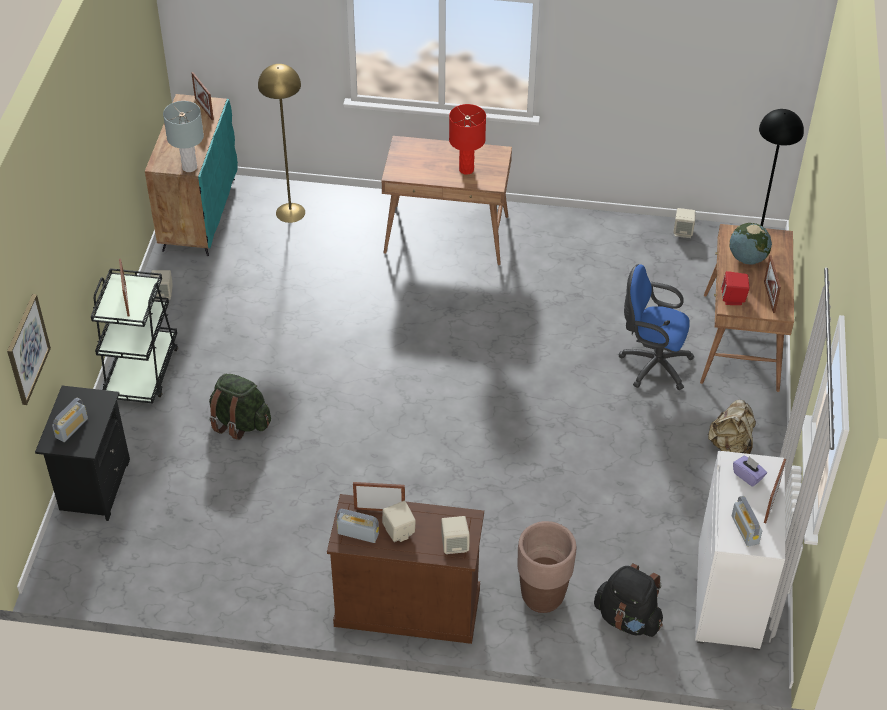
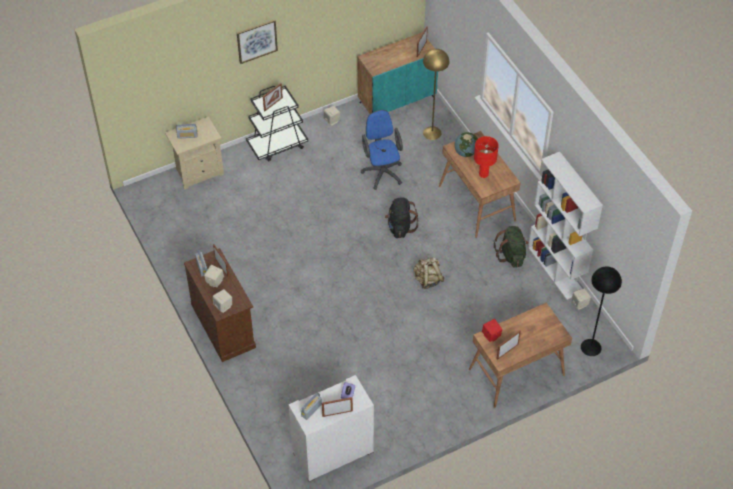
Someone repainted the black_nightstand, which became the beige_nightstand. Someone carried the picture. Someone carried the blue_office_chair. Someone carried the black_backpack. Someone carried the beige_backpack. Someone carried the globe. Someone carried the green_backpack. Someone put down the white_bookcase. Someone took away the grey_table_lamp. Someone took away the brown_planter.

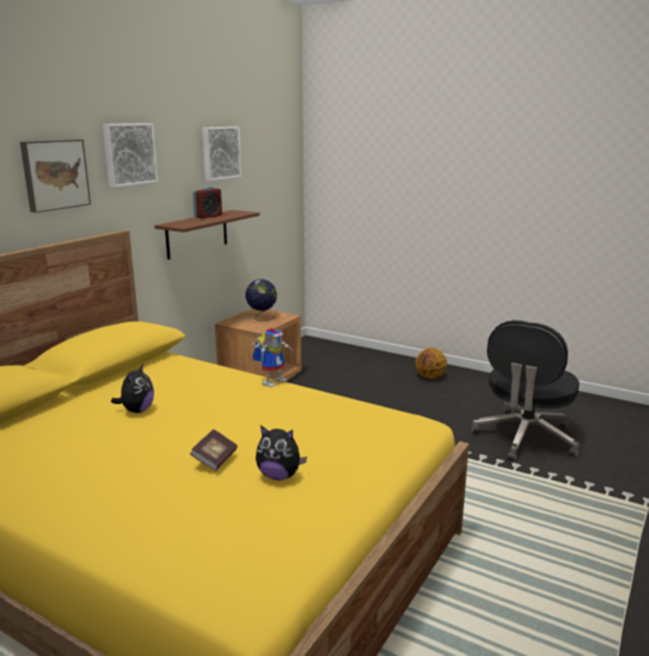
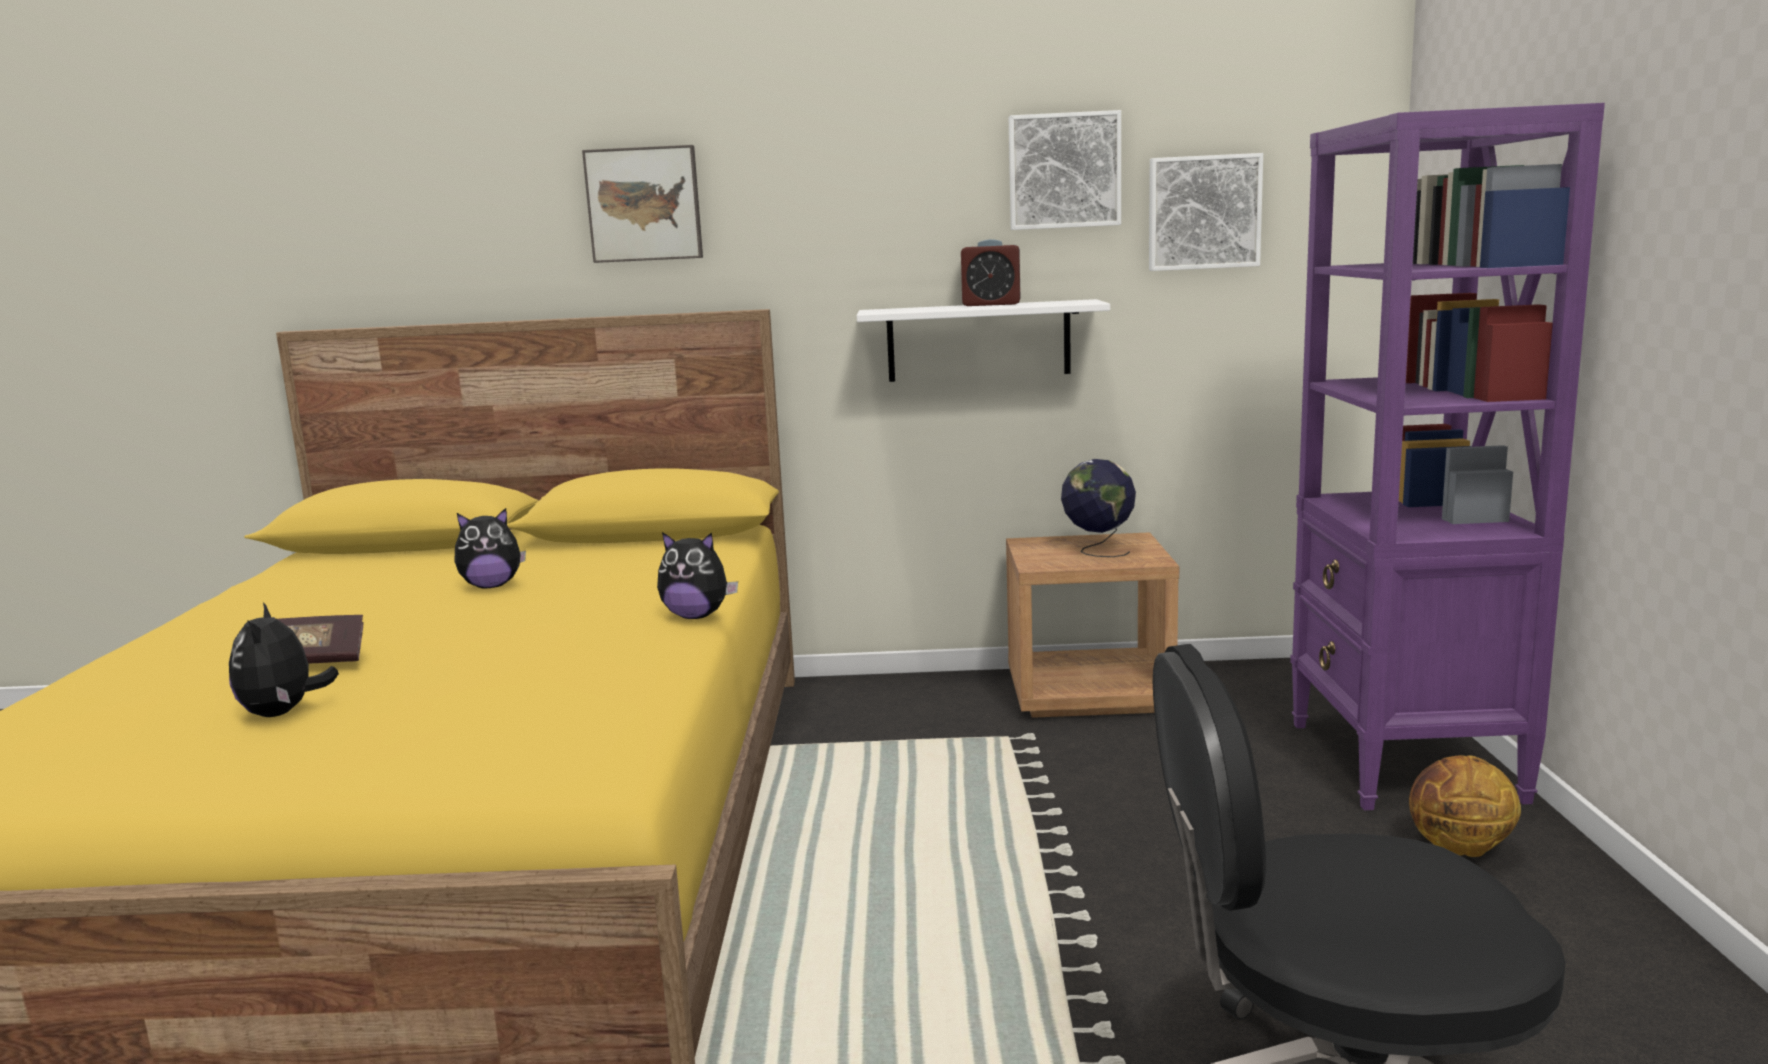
Someone swapped the toy_robot for the plush_toy (no. 3 from left). Someone repainted the brown_shelf, which became the white_shelf. Someone carried the picture (no. 2 from left in the first image). Someone put down the purple_bookcase.

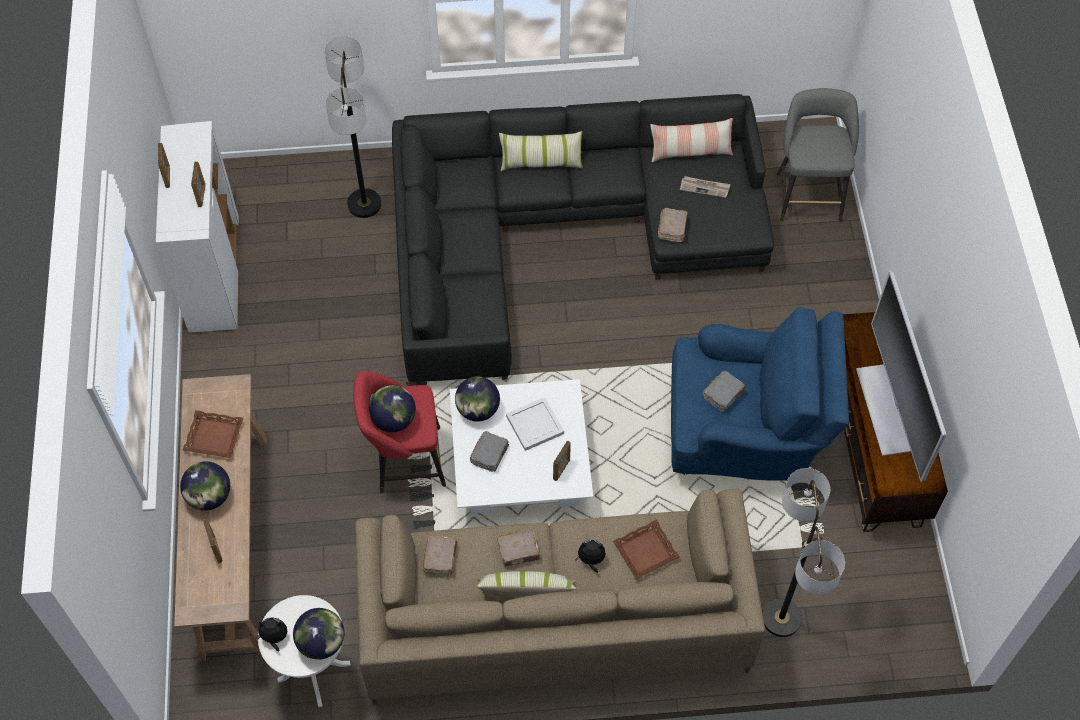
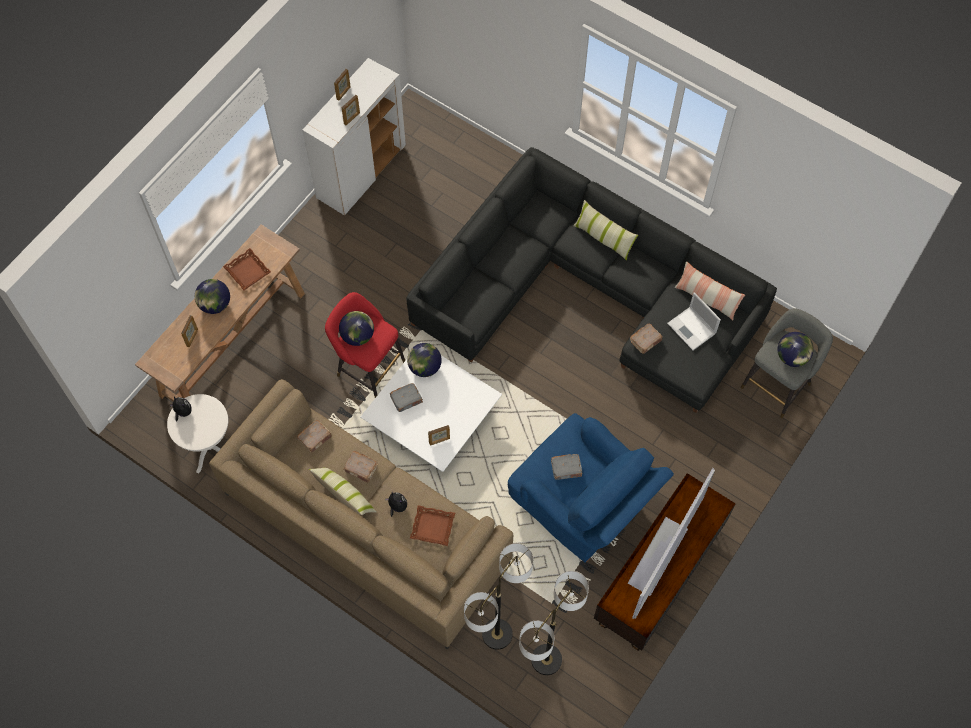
Someone carried the floor_lamp (no. 1 from left in the first image). Someone swapped the newspaper for the laptop. Someone carried the globe (no. 2 from left in the first image). Someone took away the white_tray.

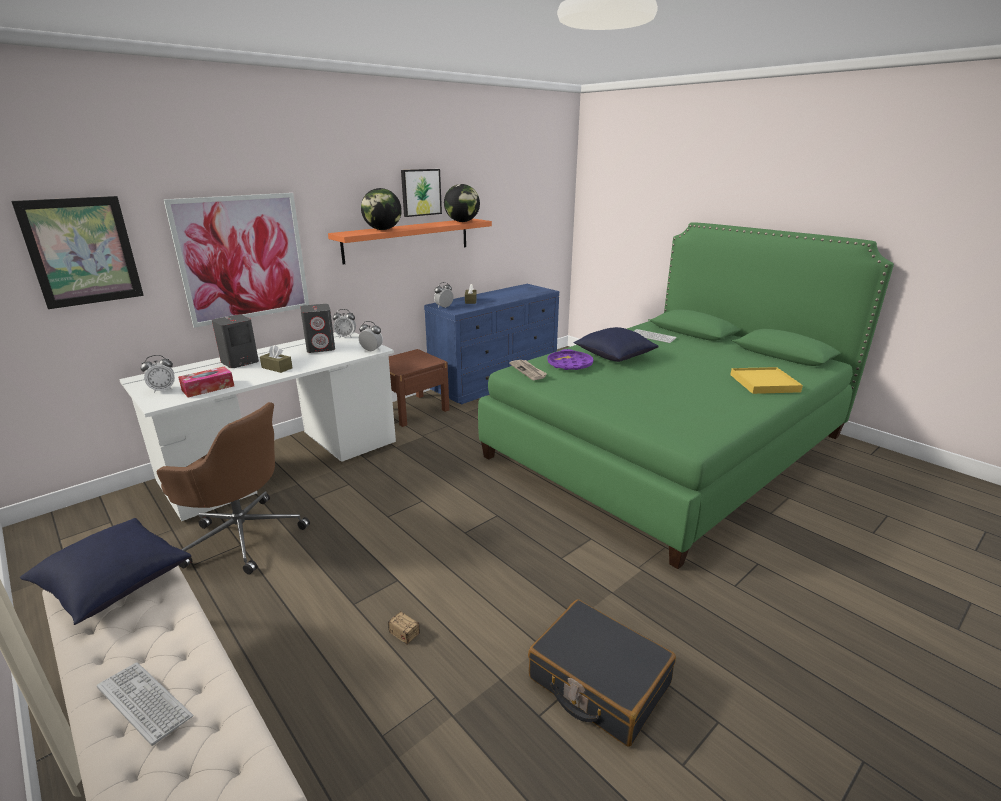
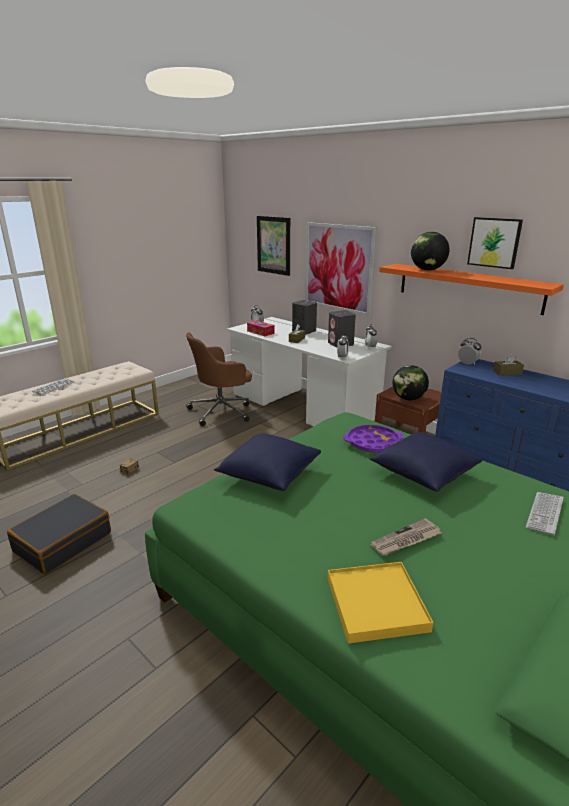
Someone rotated the brown_office_chair by 45 degrees clockwise. Someone carried the blue_pillow (no. 1 from left). Someone carried the newspaper. Someone carried the globe (no. 2 from left in the first image).

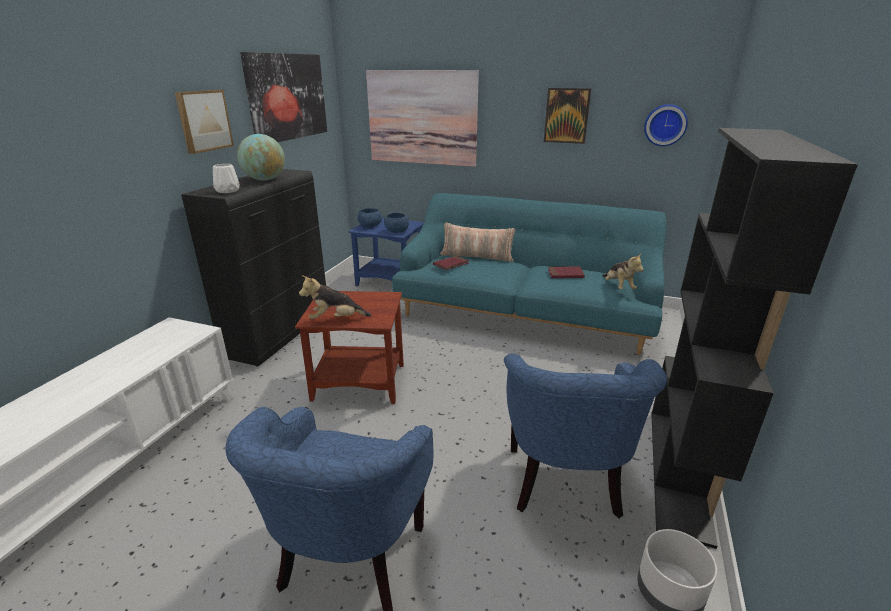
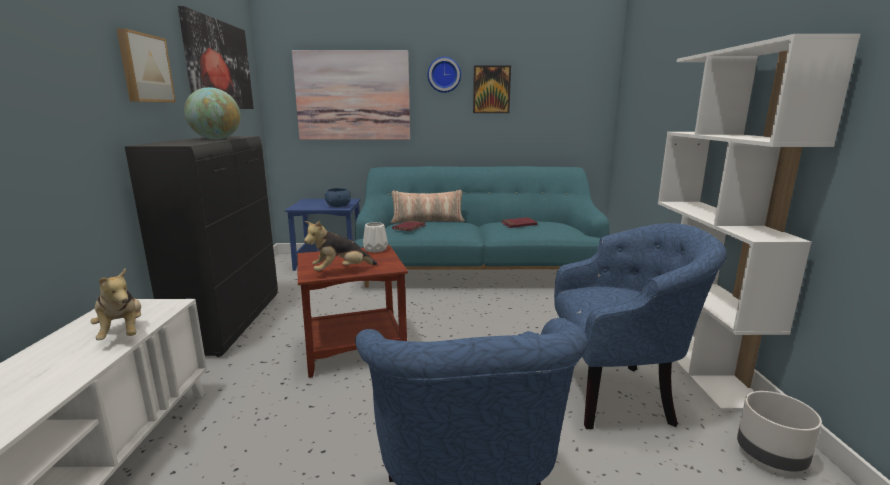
Someone carried the plush_toy (no. 2 from left in the first image). Someone carried the white_vase. Someone carried the wall_clock. Someone rotated the blue_armchair (no. 2 from left) by 75 degrees counterclockwise. Someone repainted the black_bookcase, which became the white_bookcase. Someone took away the blue_bowl (no. 1 from left).

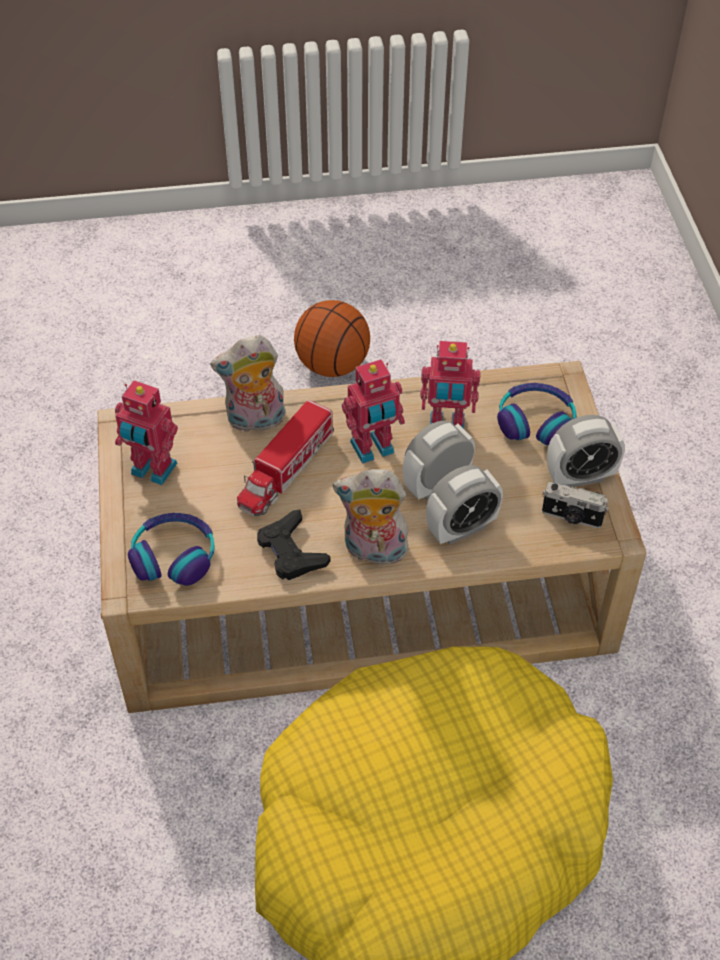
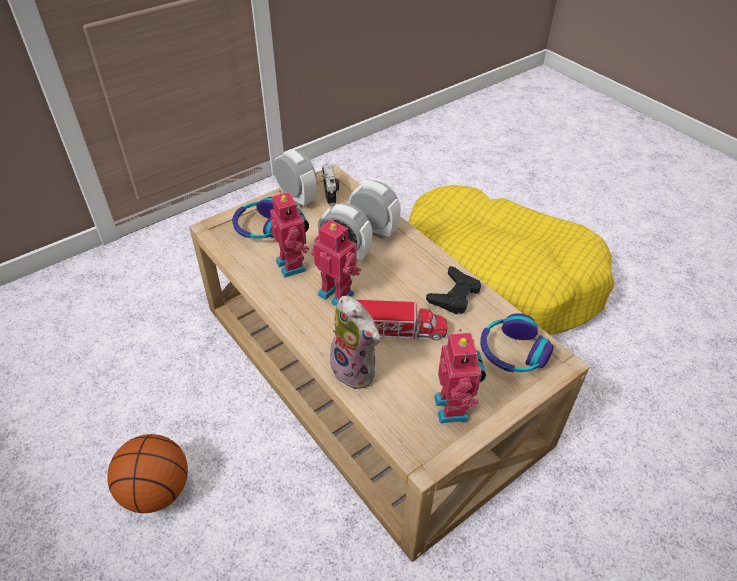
Someone took away the plush_toy (no. 2 from left).

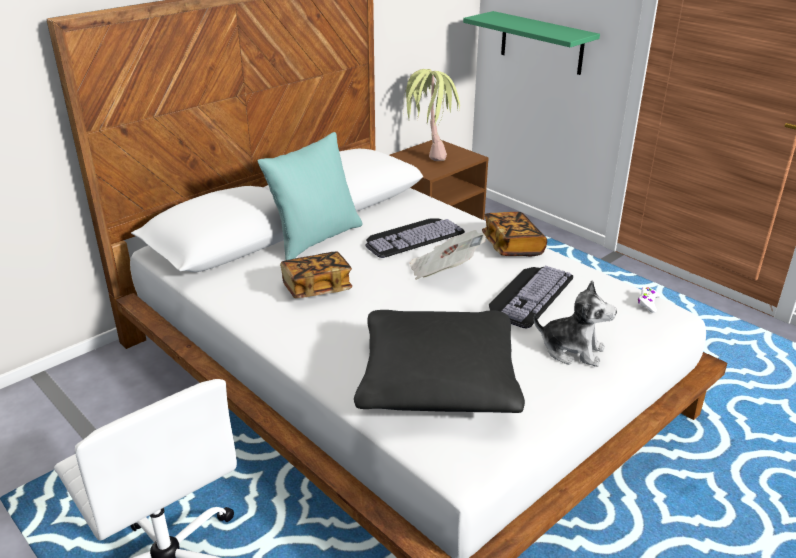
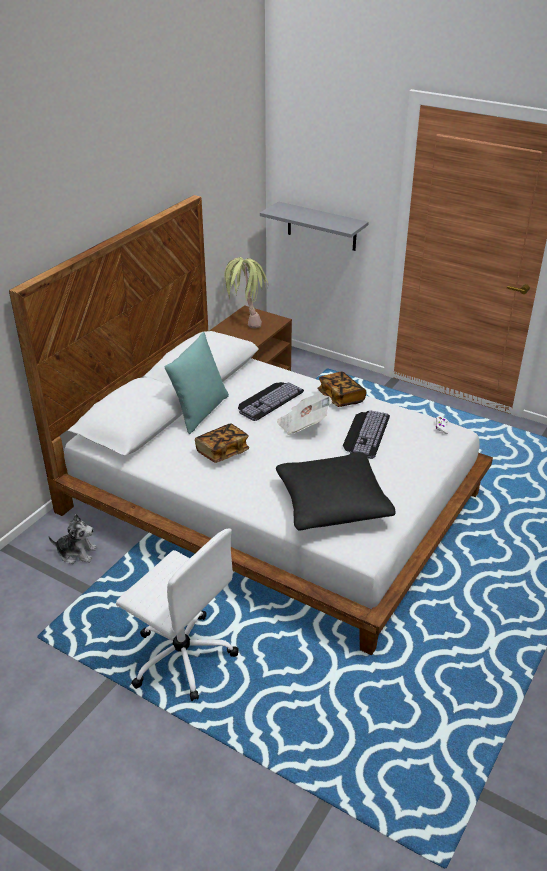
Someone carried the plush_toy. Someone repainted the green_shelf, which became the grey_shelf.

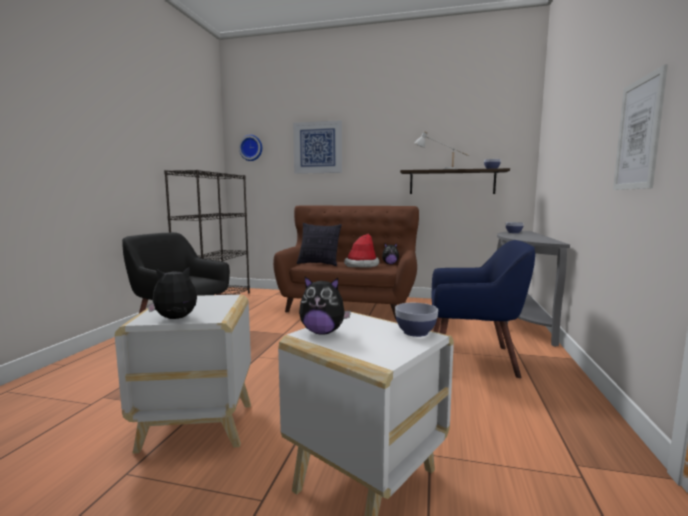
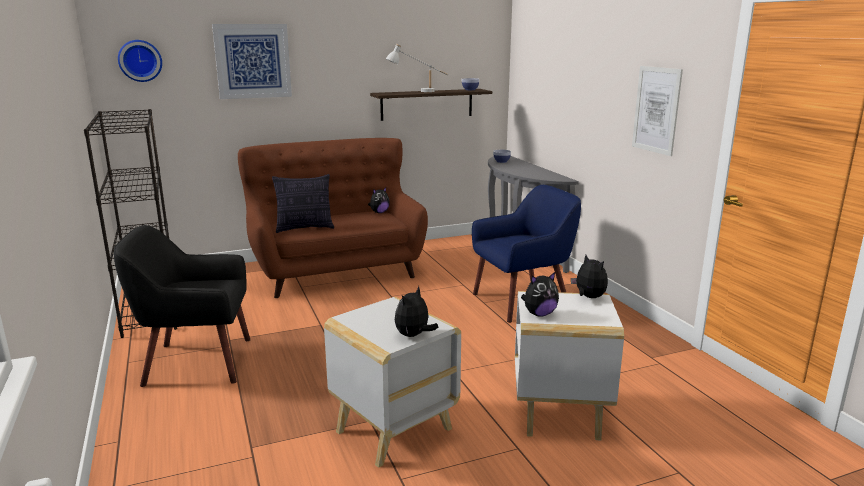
Someone swapped the bowl (no. 1 from left) for the plush_toy (no. 4 from left). Someone took away the hat.

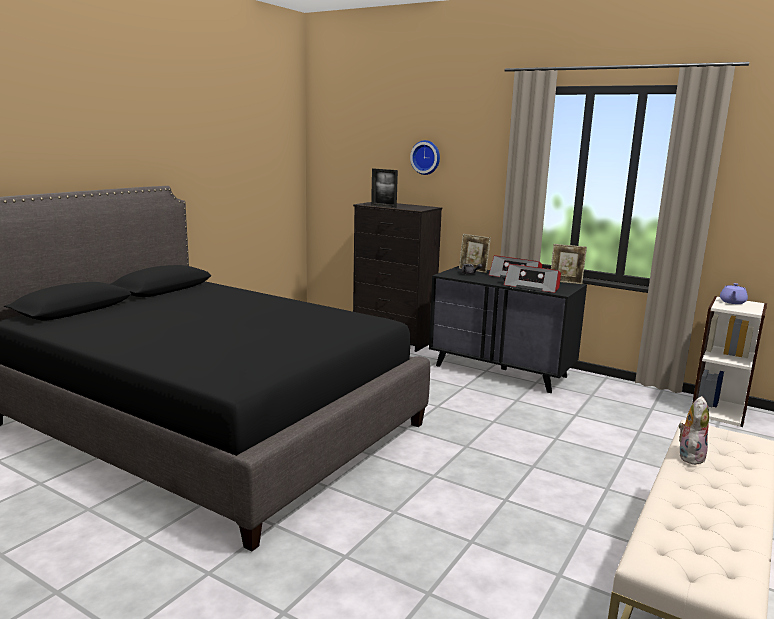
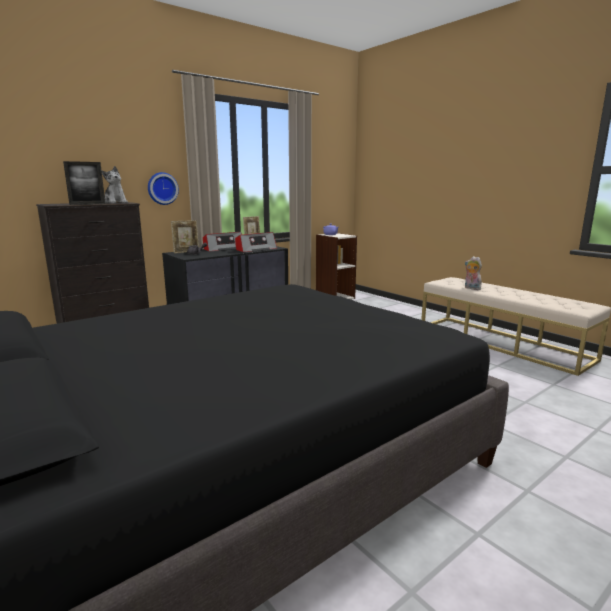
Someone put down the plush_toy (no. 1 from left). Someone carried the wall_clock.

